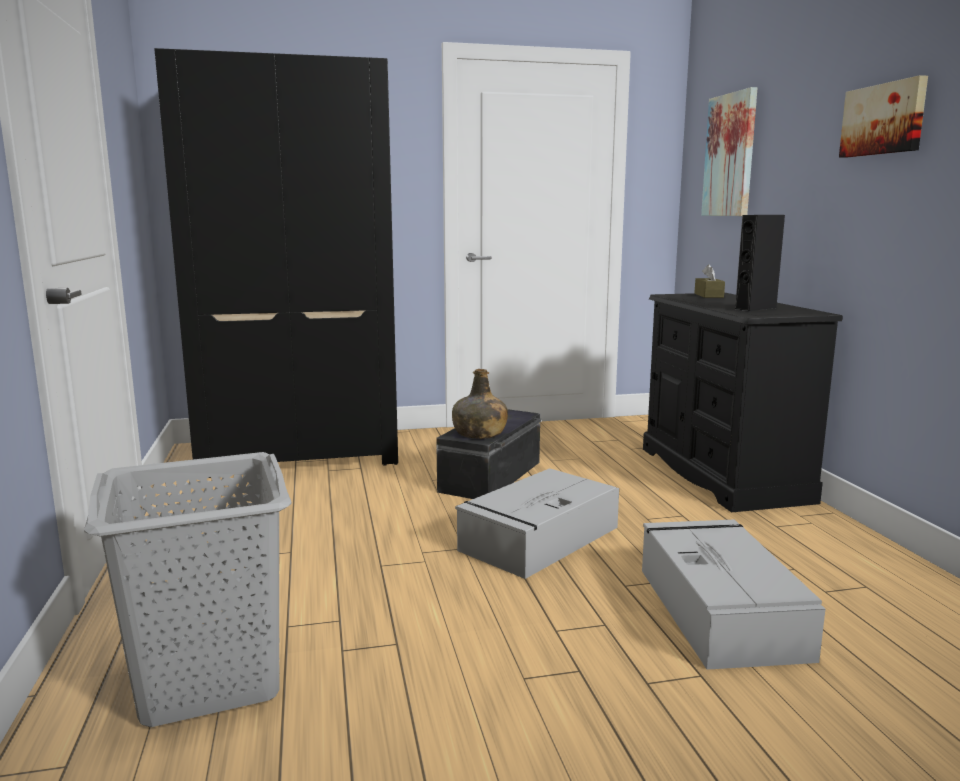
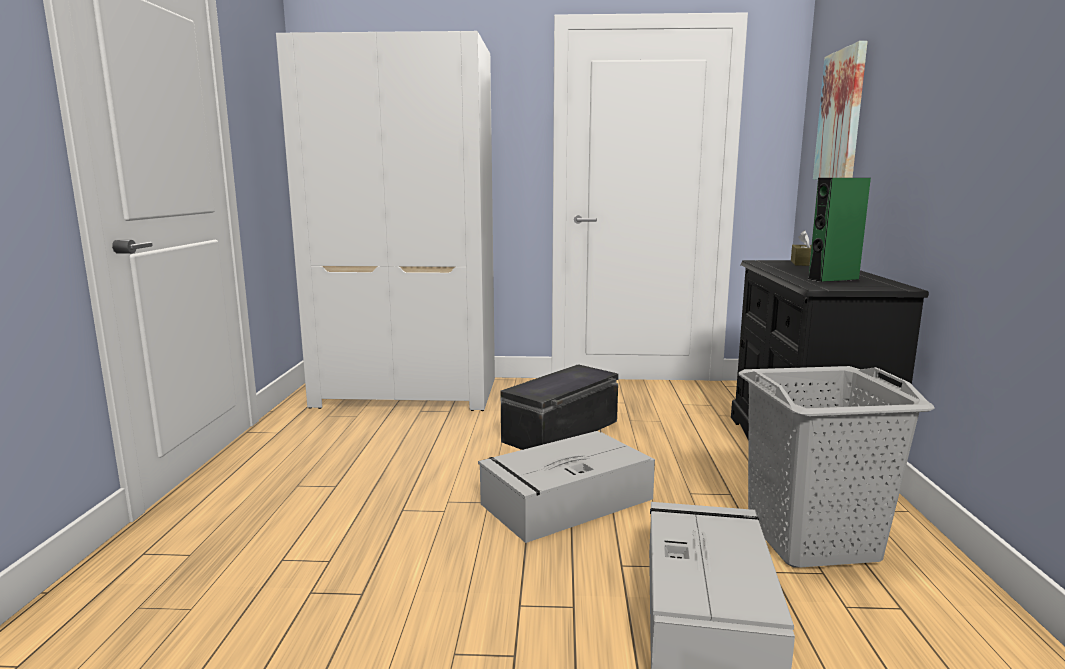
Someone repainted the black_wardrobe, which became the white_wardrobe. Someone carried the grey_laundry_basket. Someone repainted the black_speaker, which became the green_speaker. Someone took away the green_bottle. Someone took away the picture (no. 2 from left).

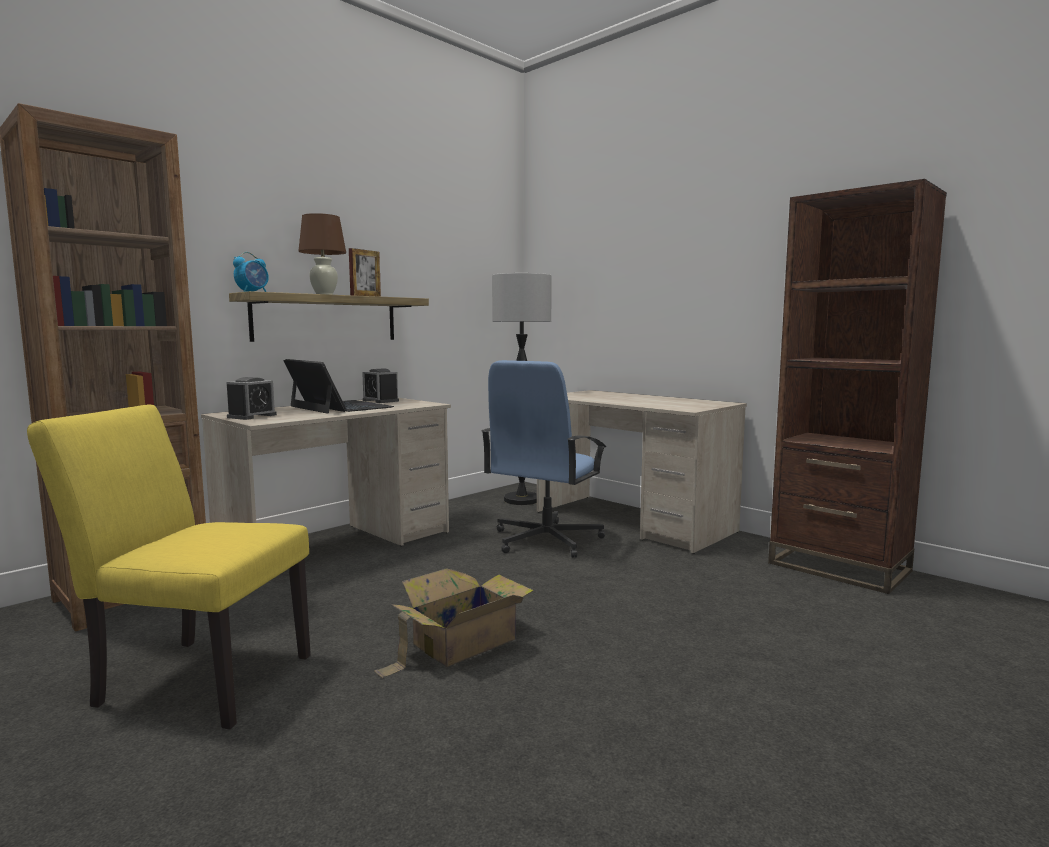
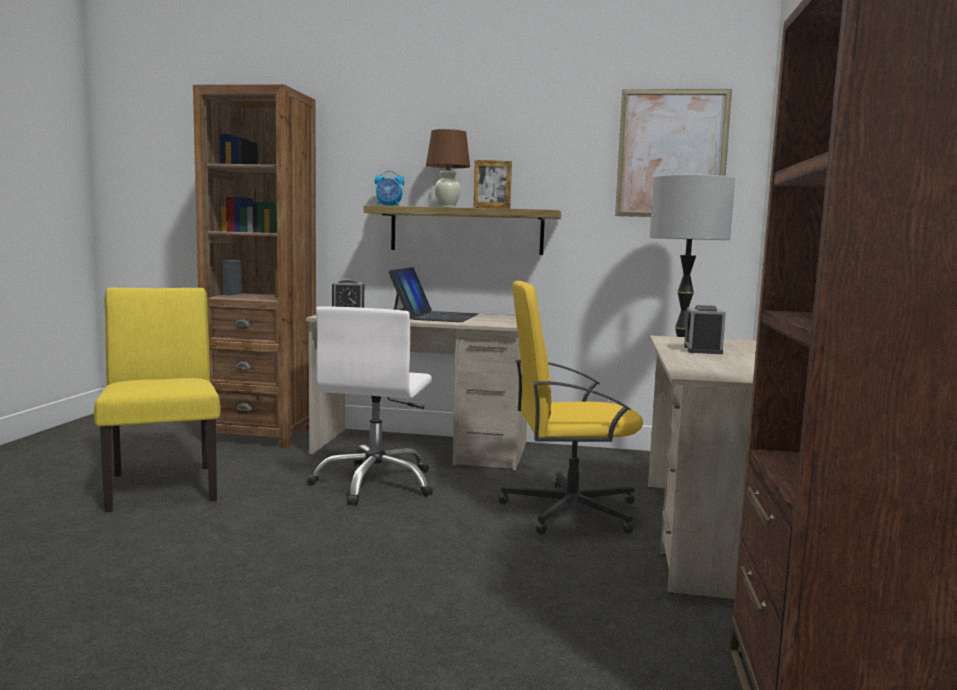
Someone put down the white_office_chair. Someone repainted the blue_office_chair, which became the yellow_office_chair. Someone put up the picture. Someone carried the alarm_clock (no. 3 from left). Someone took away the cardboard_box.

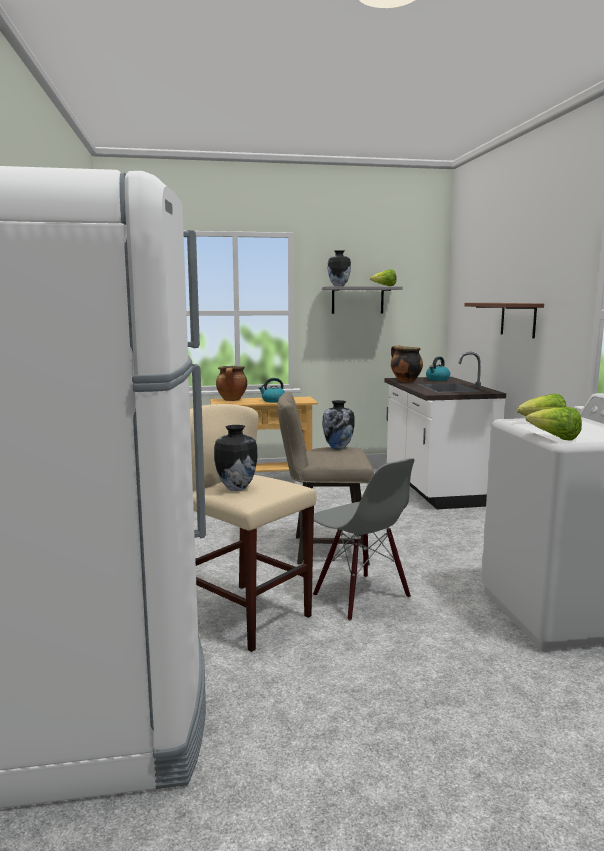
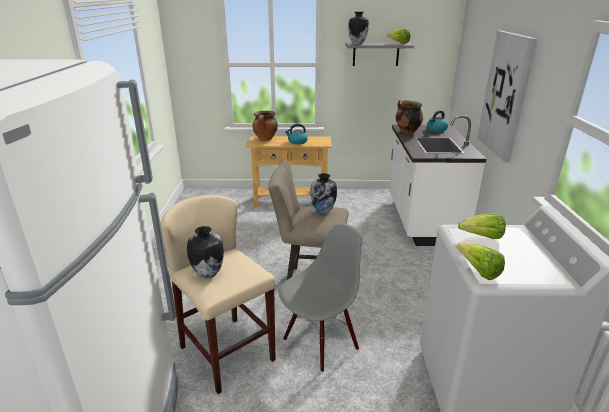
Someone rotated the grey_chair by 105 degrees counterclockwise. Someone swapped the brown_shelf for the picture.

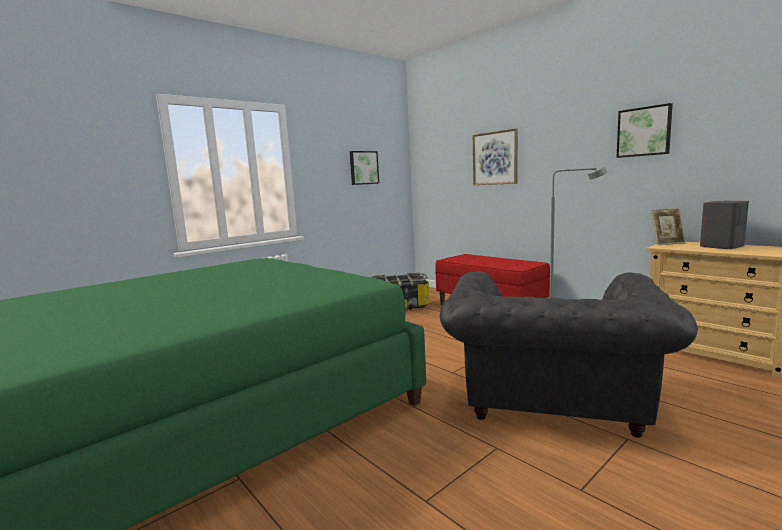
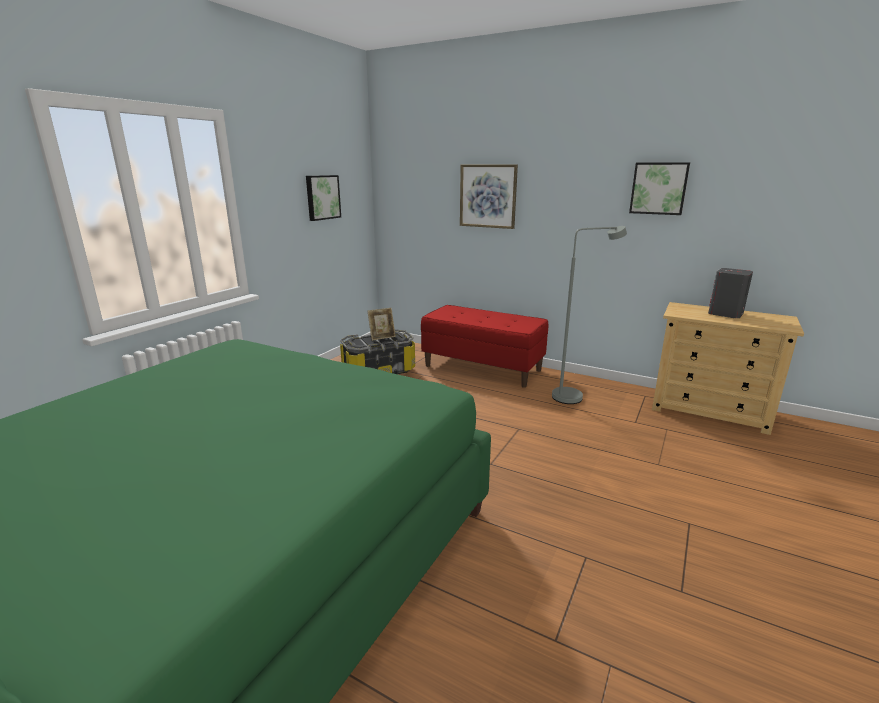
Someone carried the picture_frame. Someone took away the grey_armchair.

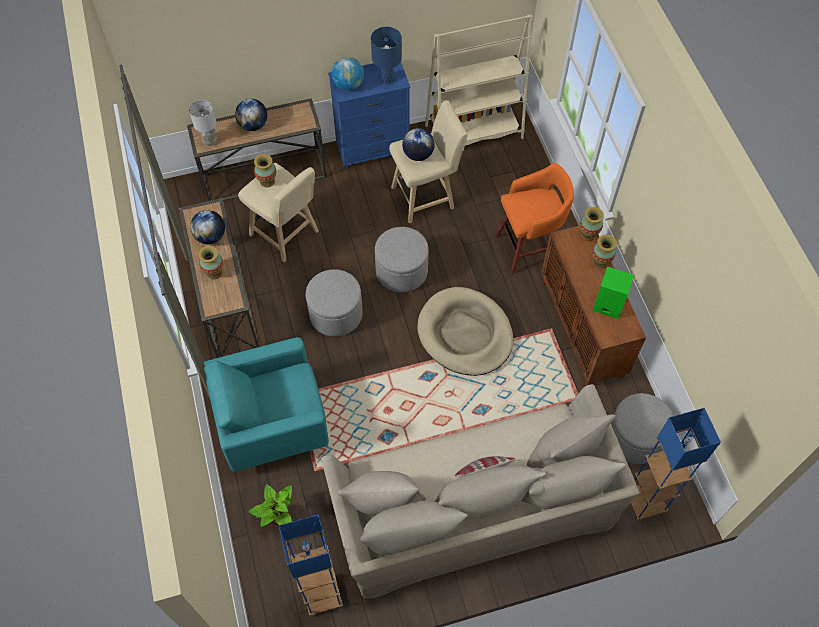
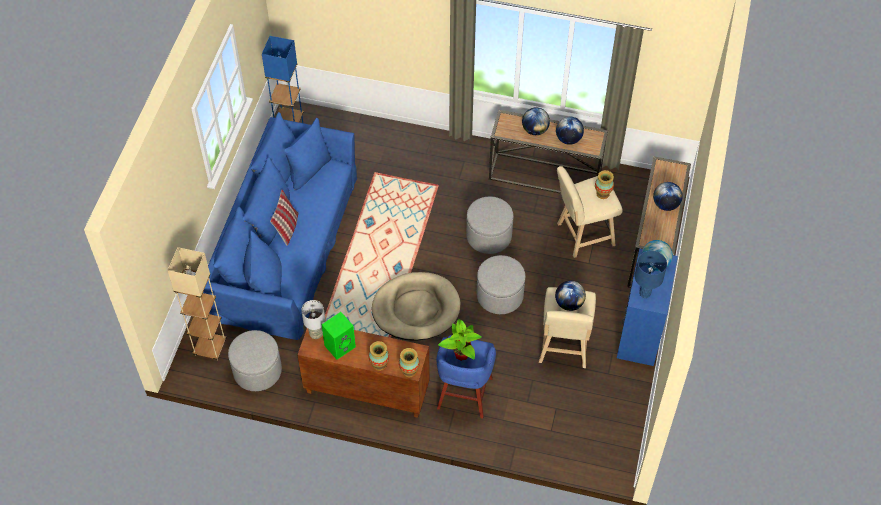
Someone repainted the blue_floor_lamp (no. 2 from left), which became the beige_floor_lamp. Someone repainted the beige_sofa, which became the blue_sofa. Someone carried the grey_table_lamp. Someone repainted the orange_stool, which became the blue_stool. Someone carried the potted_plant. Someone swapped the vase (no. 1 from left) for the globe (no. 1 from left). Someone took away the turquoise_armchair. Someone took away the beige_bookcase.

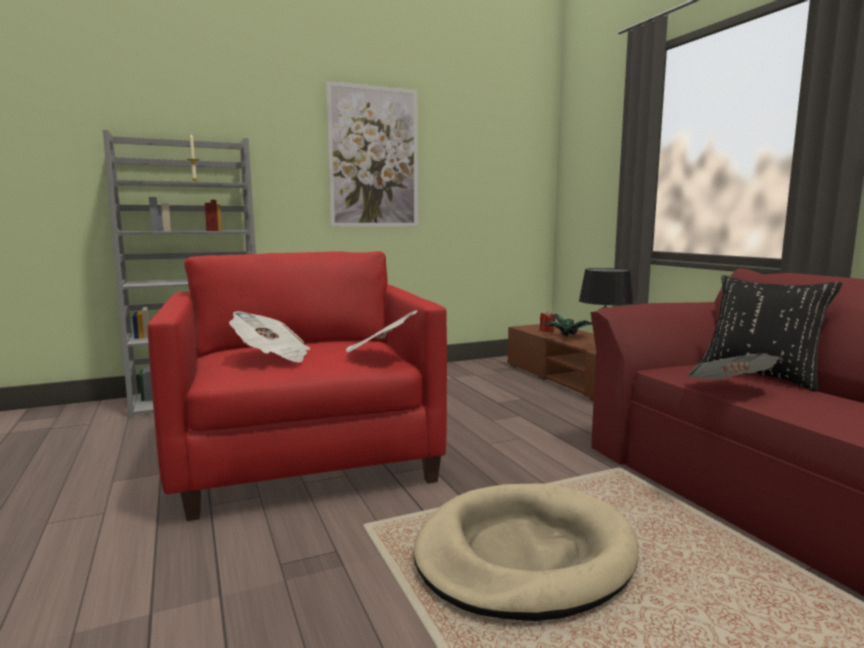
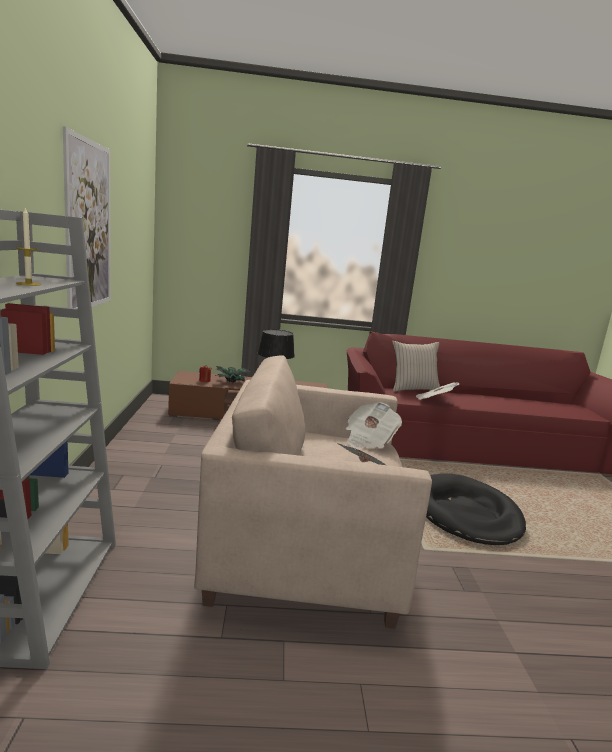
Someone repainted the red_armchair, which became the beige_armchair. Someone repainted the black_pillow, which became the beige_pillow. Someone repainted the beige_dog_bed, which became the black_dog_bed.

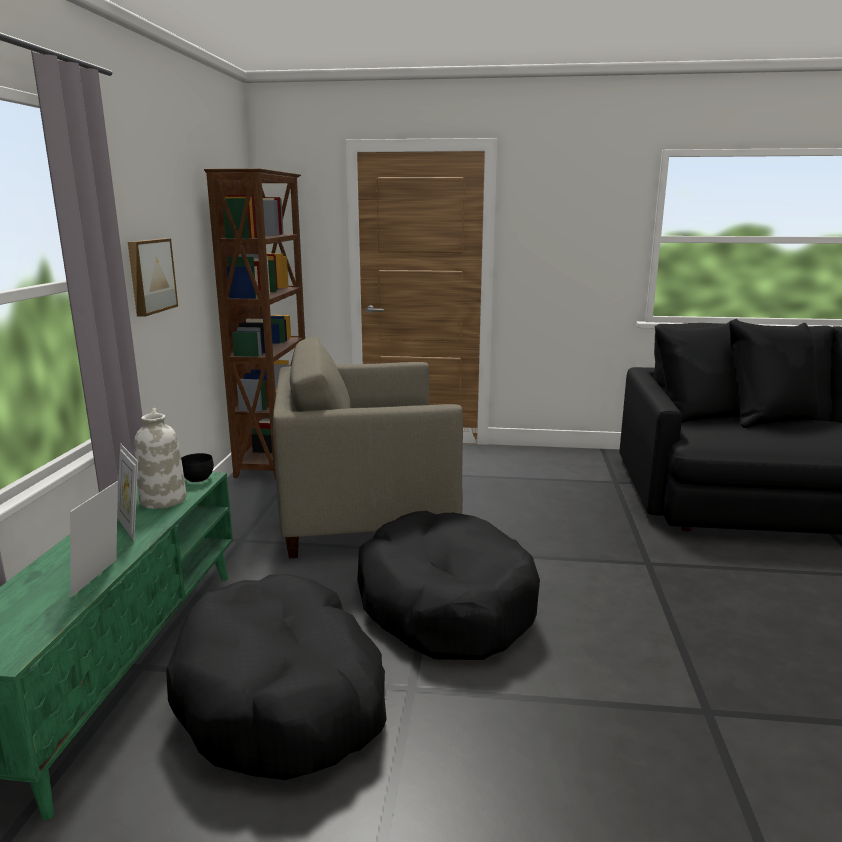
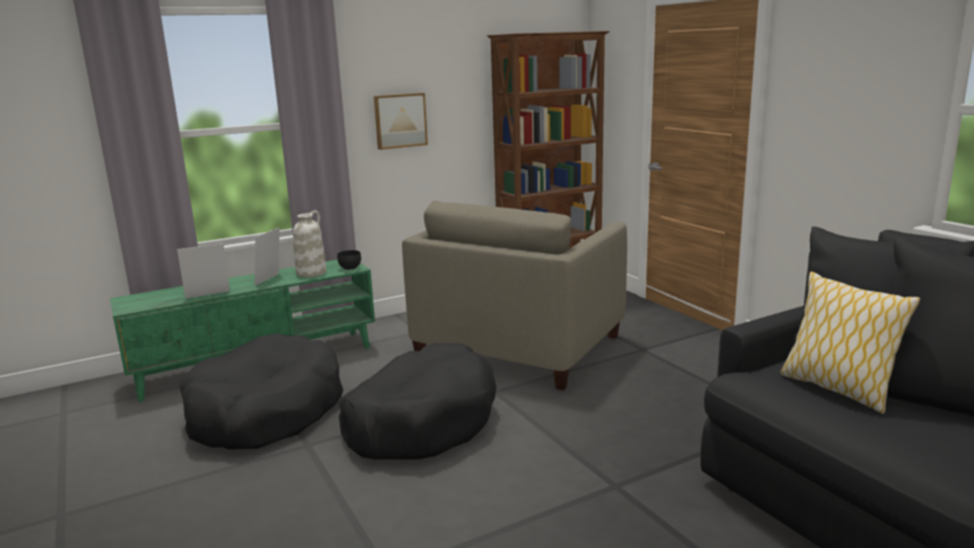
Someone rotated the beige_armchair by 105 degrees counterclockwise. Someone put down the pillow.

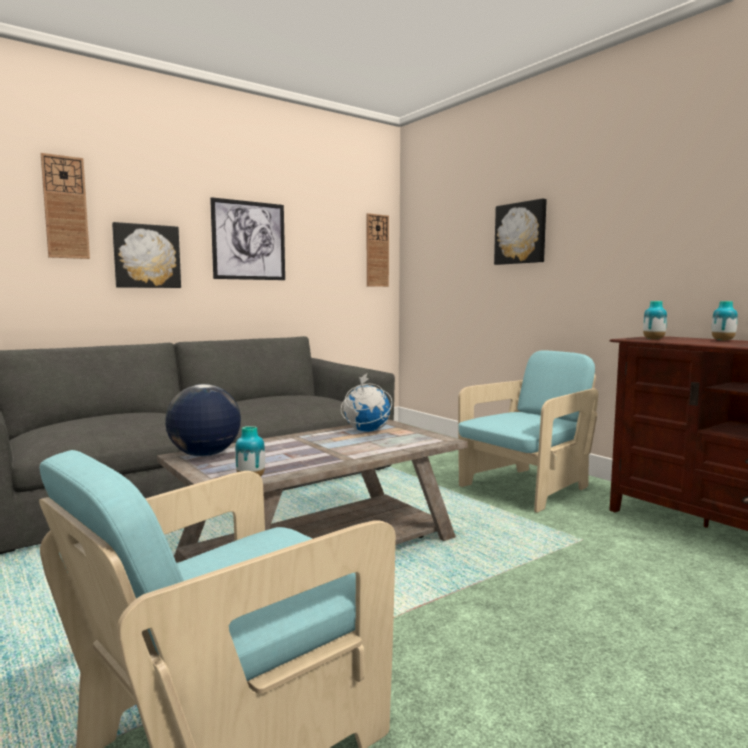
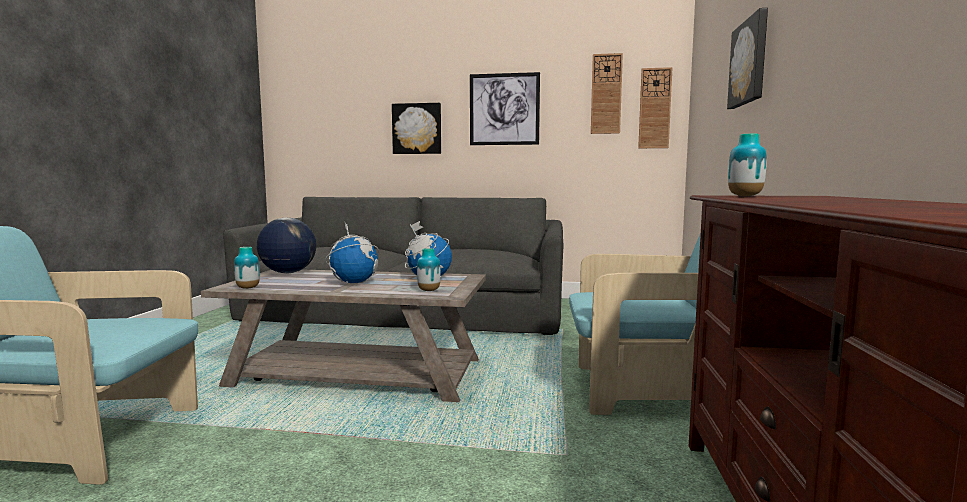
Someone put down the globe (no. 2 from left). Someone carried the vase (no. 3 from left in the first image). Someone carried the wall_clock (no. 1 from left).

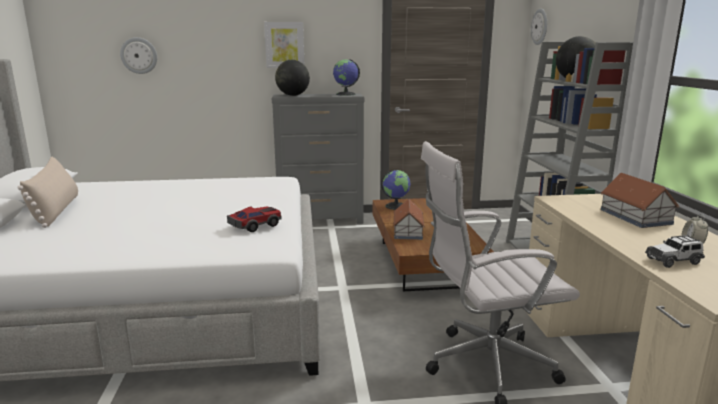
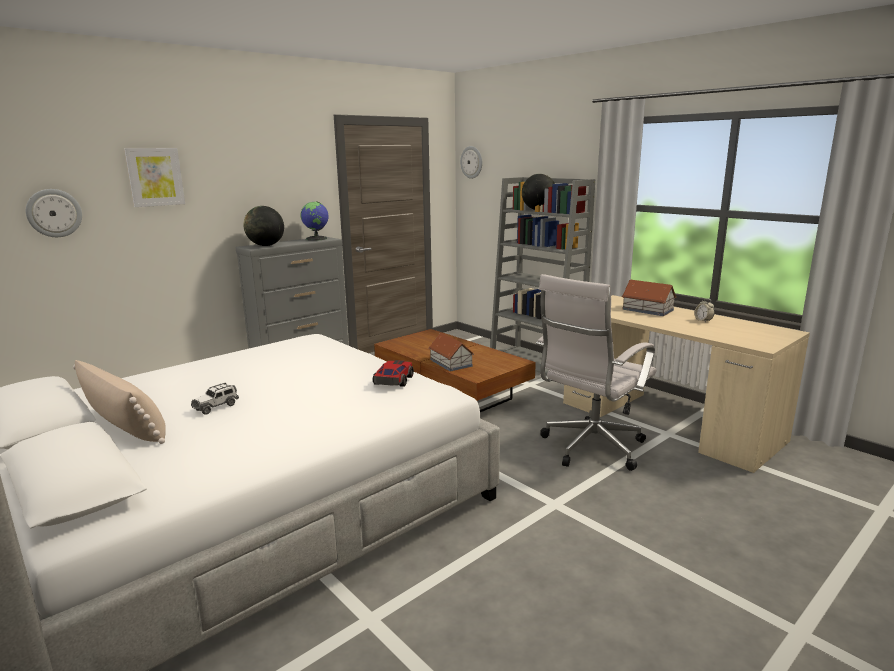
Someone carried the picture. Someone carried the toy_car (no. 2 from left in the first image). Someone took away the globe (no. 3 from left).

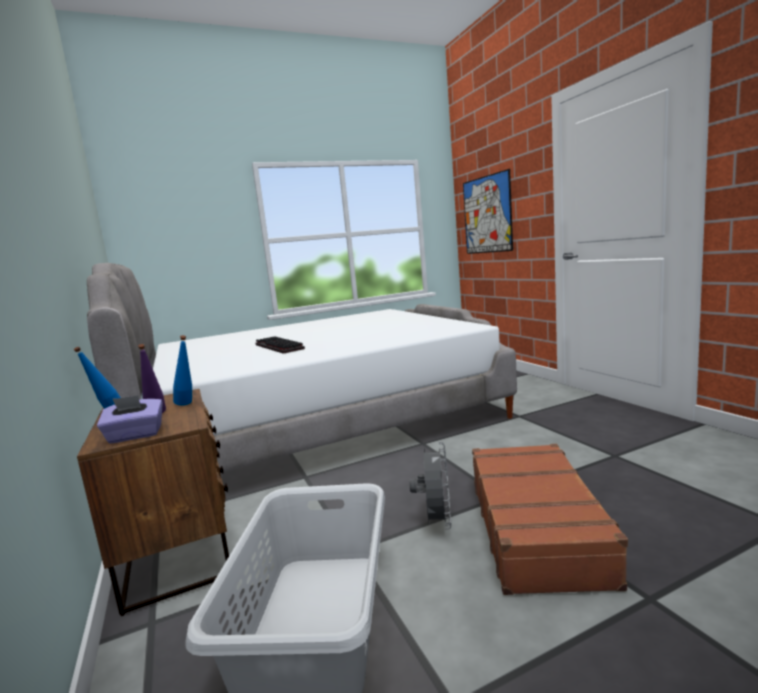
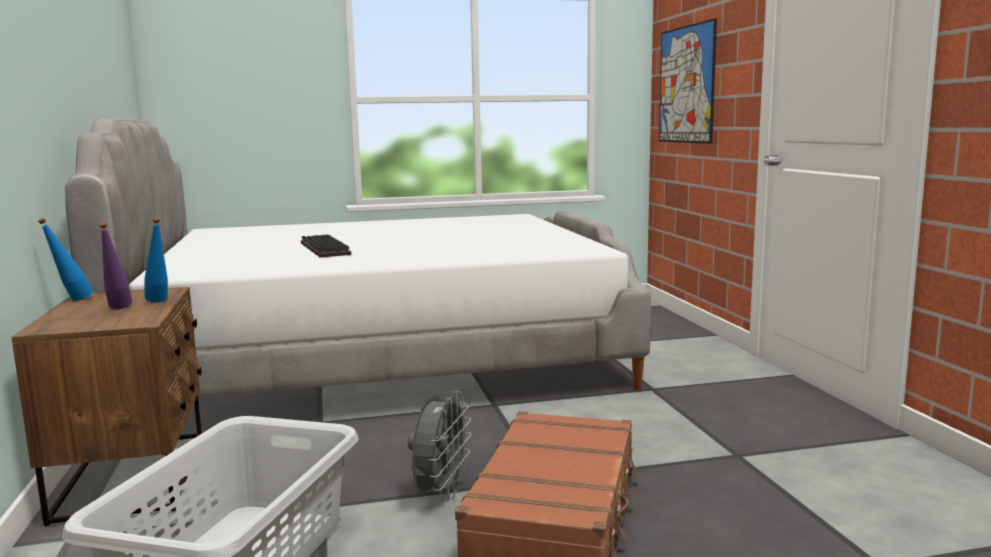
Someone took away the purple_tissue_box.

